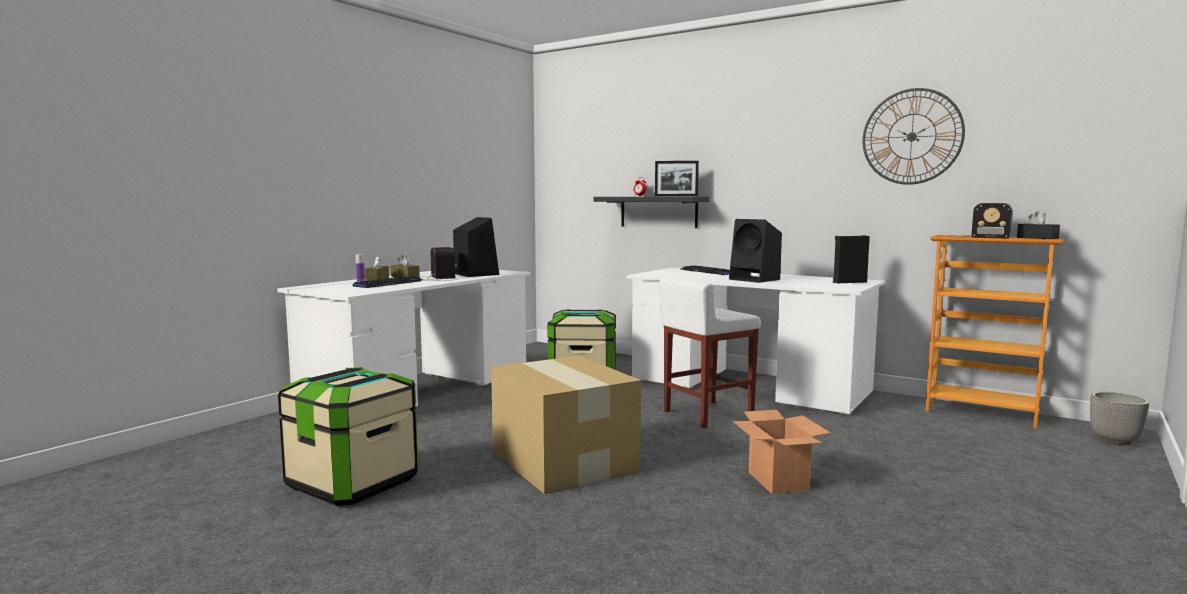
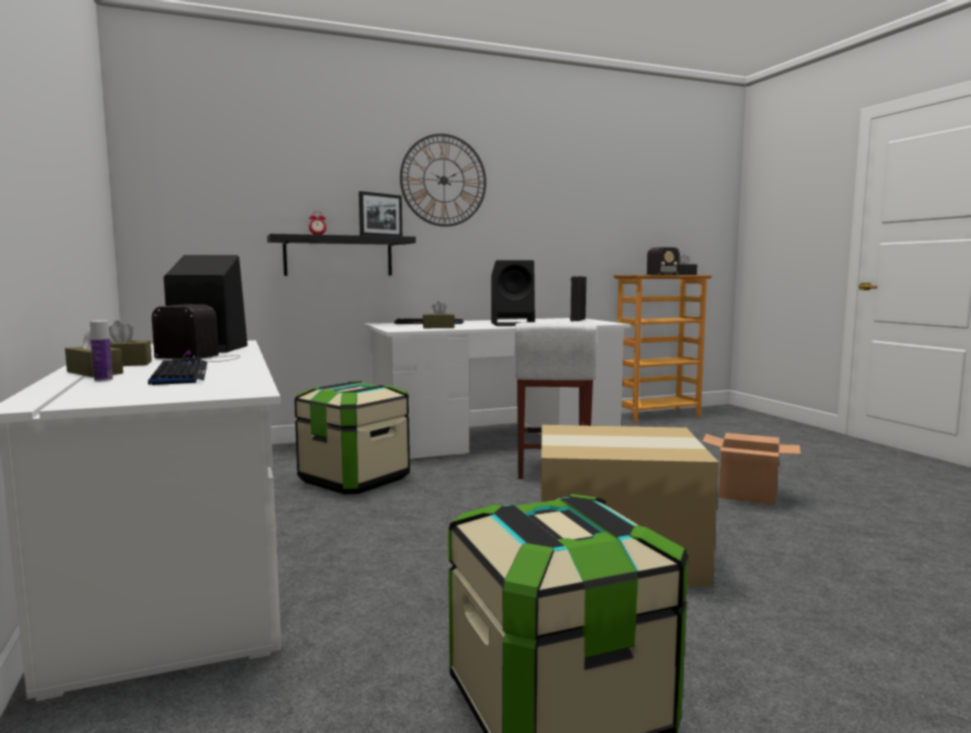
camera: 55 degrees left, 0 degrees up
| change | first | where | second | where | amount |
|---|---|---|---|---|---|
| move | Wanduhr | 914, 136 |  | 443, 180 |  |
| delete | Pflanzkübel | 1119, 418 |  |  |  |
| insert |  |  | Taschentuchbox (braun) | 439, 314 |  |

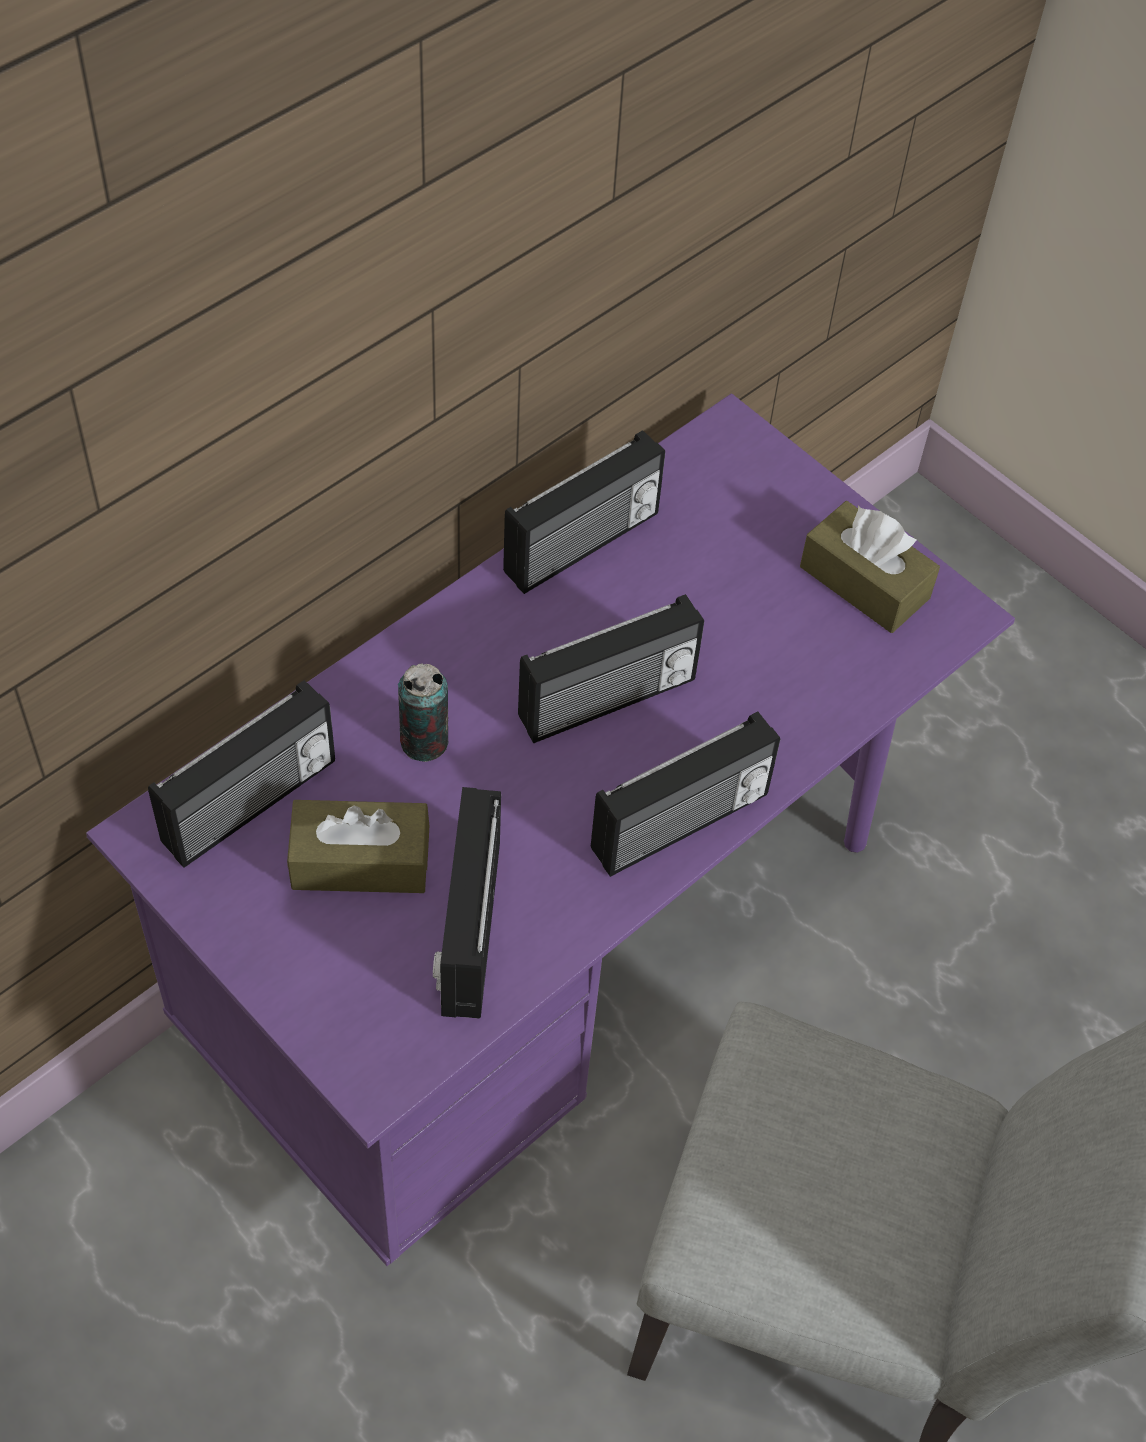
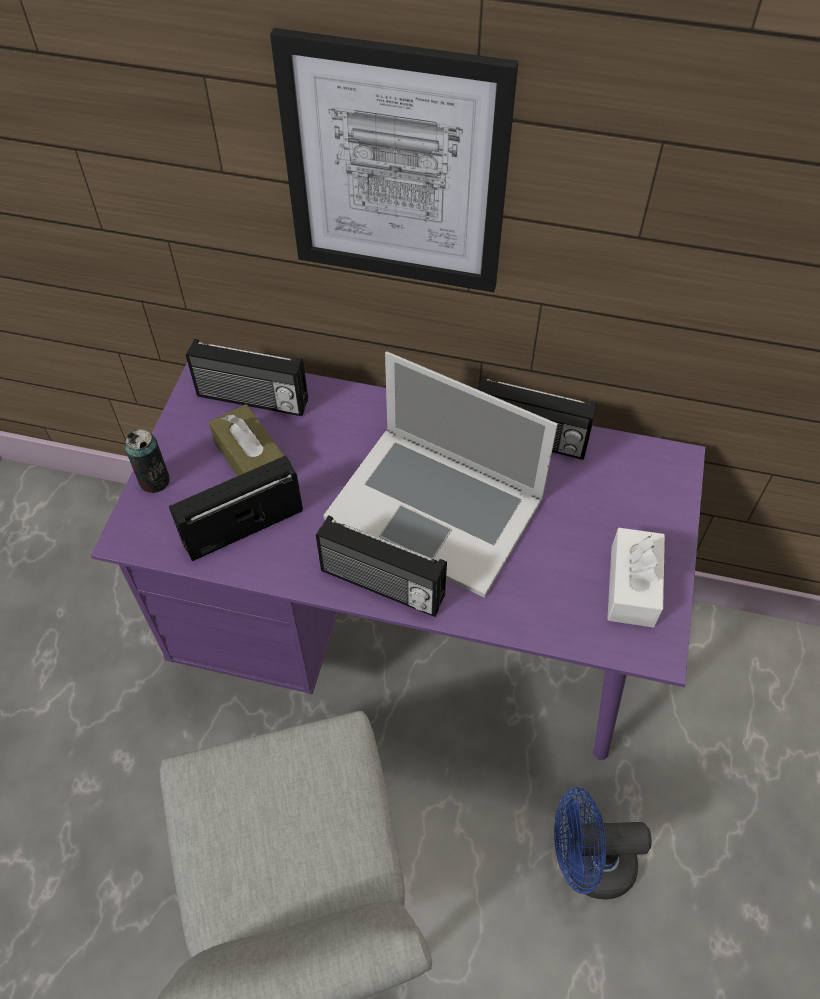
camera: 60 degrees right, 0 degrees up
| change | first | where | second | where | amount |
|---|---|---|---|---|---|
| move | Dose | 423, 712 |  | 147, 461 |  |
| replace | Radio | 611, 668 | Laptop | 440, 474 |  |
| recolor | Taschentuchbox (braun) | 870, 567 | Taschentuchbox (weiß) | 636, 578 |  |
| insert |  |  | Bild | 394, 160 |  |
| insert |  |  | Ventilator (blau) | 603, 843 |  |

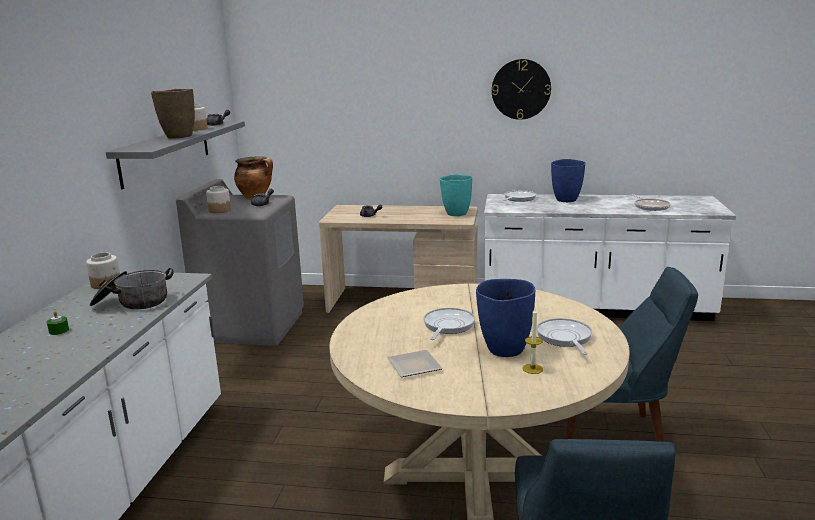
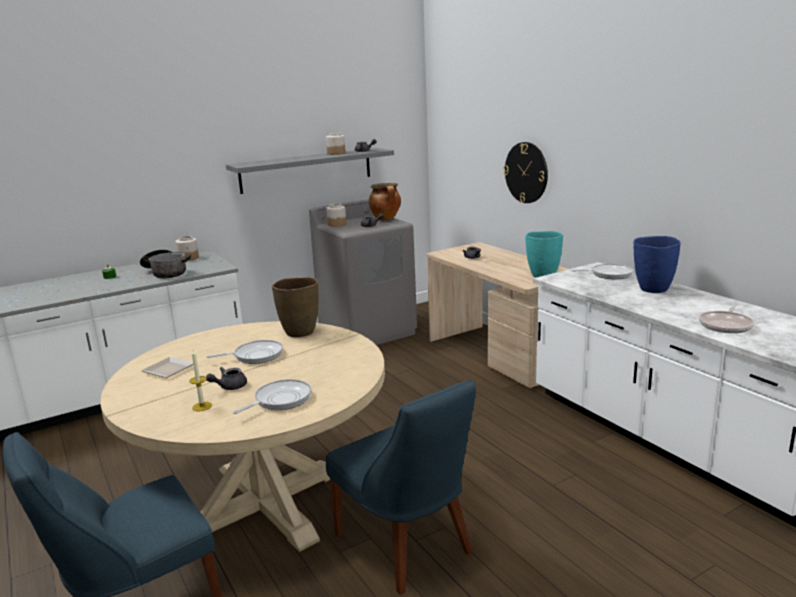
camera: 50 degrees right, 0 degrees up
| change | first | where | second | where | amount |
|---|---|---|---|---|---|
| move | Vase (braun) | 173, 114 |  | 295, 307 |  |
| replace | Vase (blau) | 505, 318 | Teekanne (grau) | 226, 378 |  |
| move | Wanduhr | 521, 89 |  | 526, 172 |  |

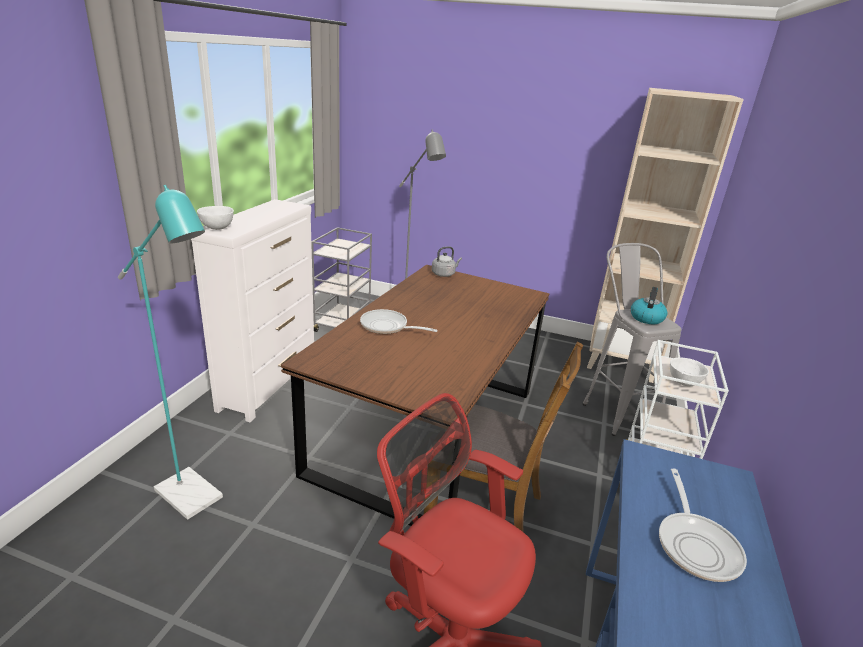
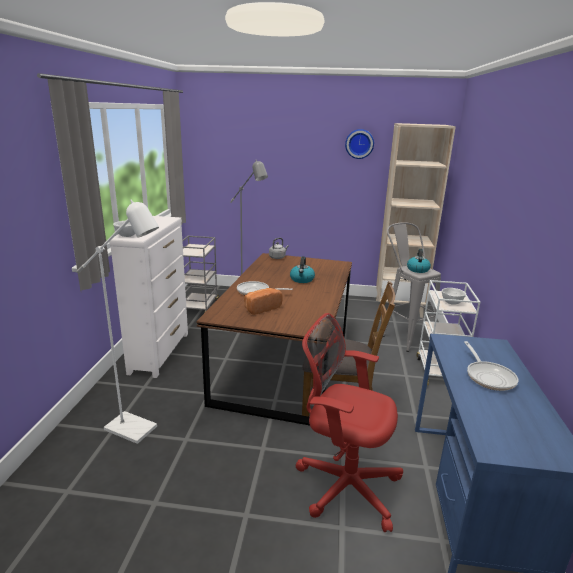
camera: 10 degrees left, 5 degrees down
| change | first | where | second | where | amount |
|---|---|---|---|---|---|
| recolor | Stehlampe (türkis) | 170, 352 | Stehlampe (weiß) | 118, 321 |  |
| insert |  |  | Brot | 263, 301 |  |
| insert |  |  | Wasserkessel | 302, 269 |  |
| insert |  |  | Wanduhr | 359, 144 |  |

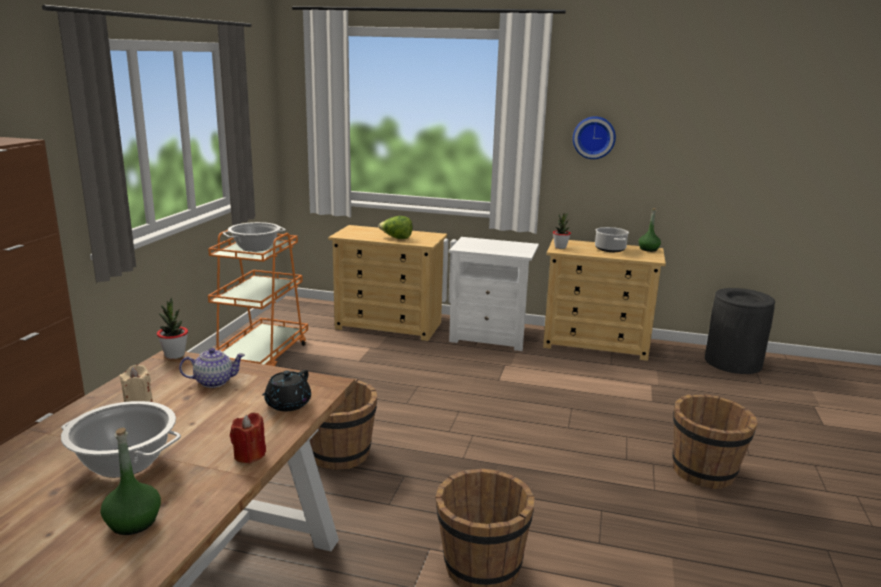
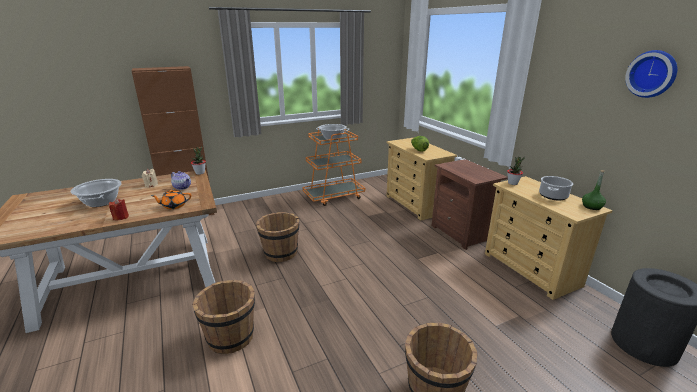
camera: 50 degrees right, 5 degrees up
| change | first | where | second | where | amount |
|---|---|---|---|---|---|
| delete | Flasche (grün) | 131, 481 |  |  |  |
| recolor | Teekanne (schwarz) | 286, 390 | Teekanne (orange) | 171, 199 |  |
| recolor | Nachttisch (weiß) | 494, 294 | Nachttisch (braun) | 469, 204 |  |
| move | Wanduhr | 594, 137 |  | 651, 74 |  |

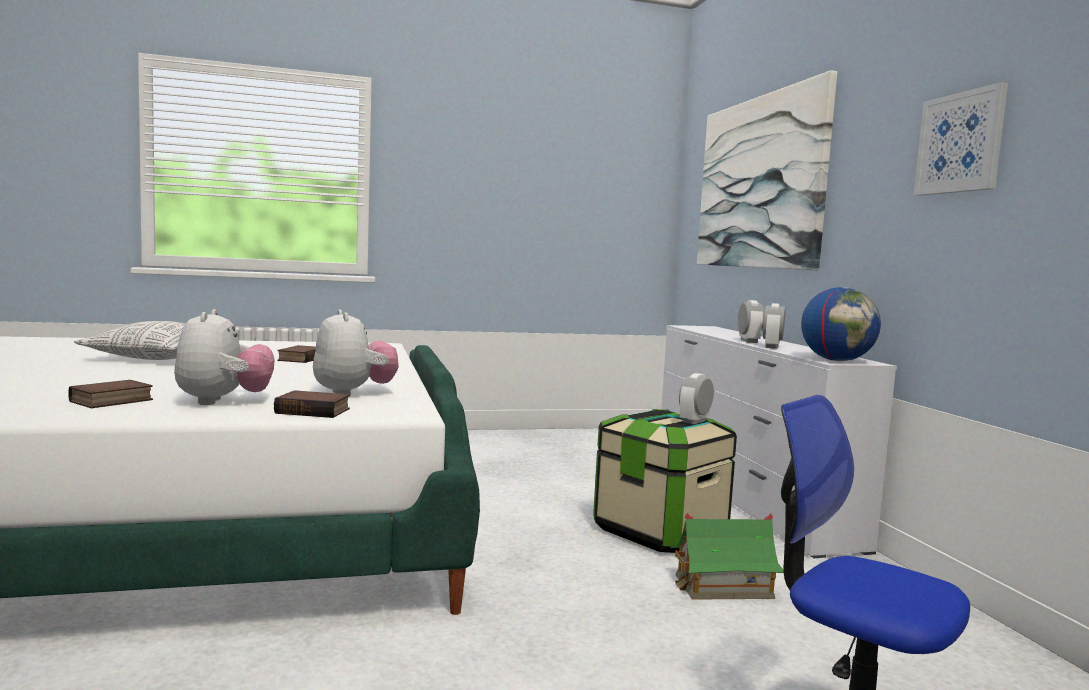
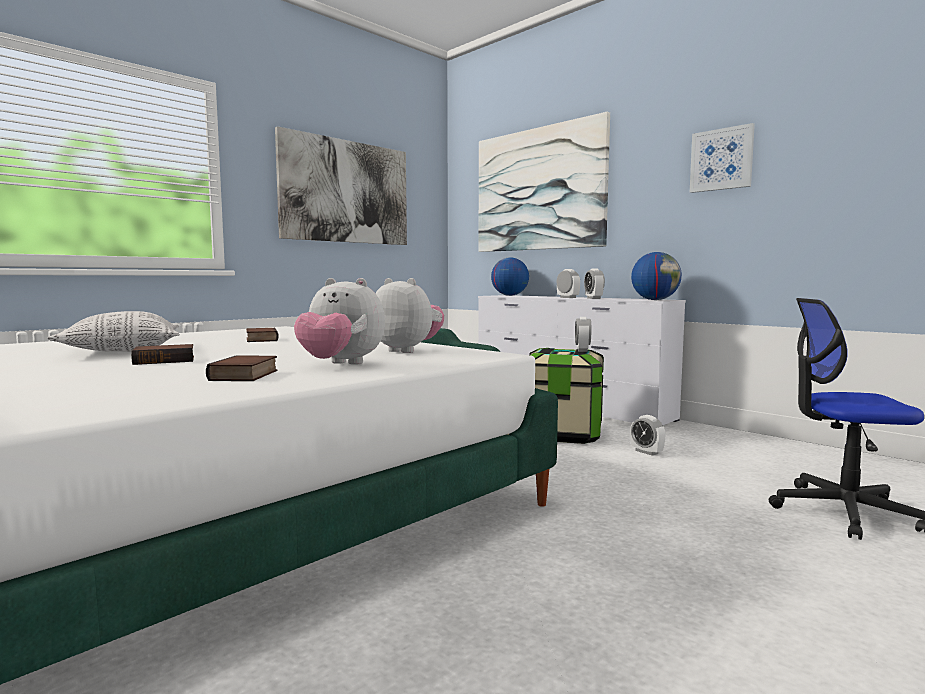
camera: 30 degrees left, 0 degrees up
| change | first | where | second | where | amount |
|---|---|---|---|---|---|
| rotate | Plüschtier | 224, 357 |  | 339, 321 | 150 degrees clockwise |
| move | Buch | 312, 404 |  | 162, 354 |  |
| replace | Spielzeughaus | 727, 556 | Wecker | 647, 435 |  |
| insert |  |  | Bild | 341, 185 |  |
| insert |  |  | Globus | 510, 276 |  |

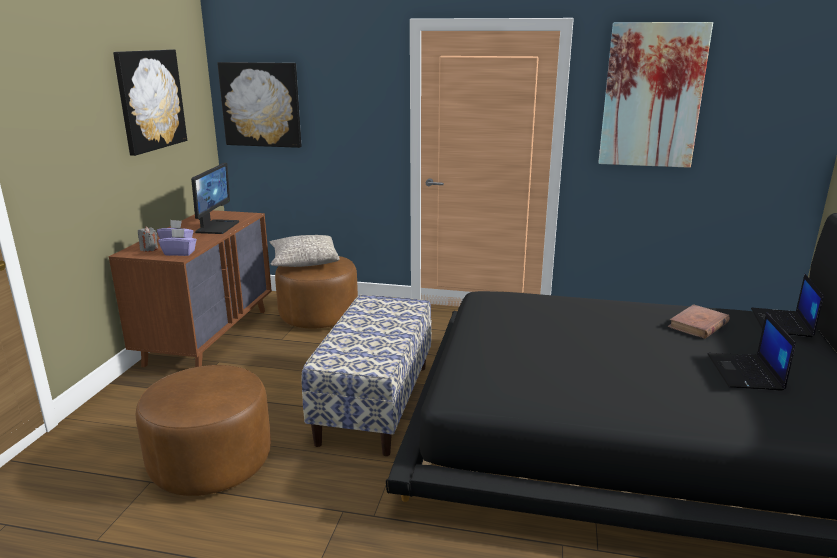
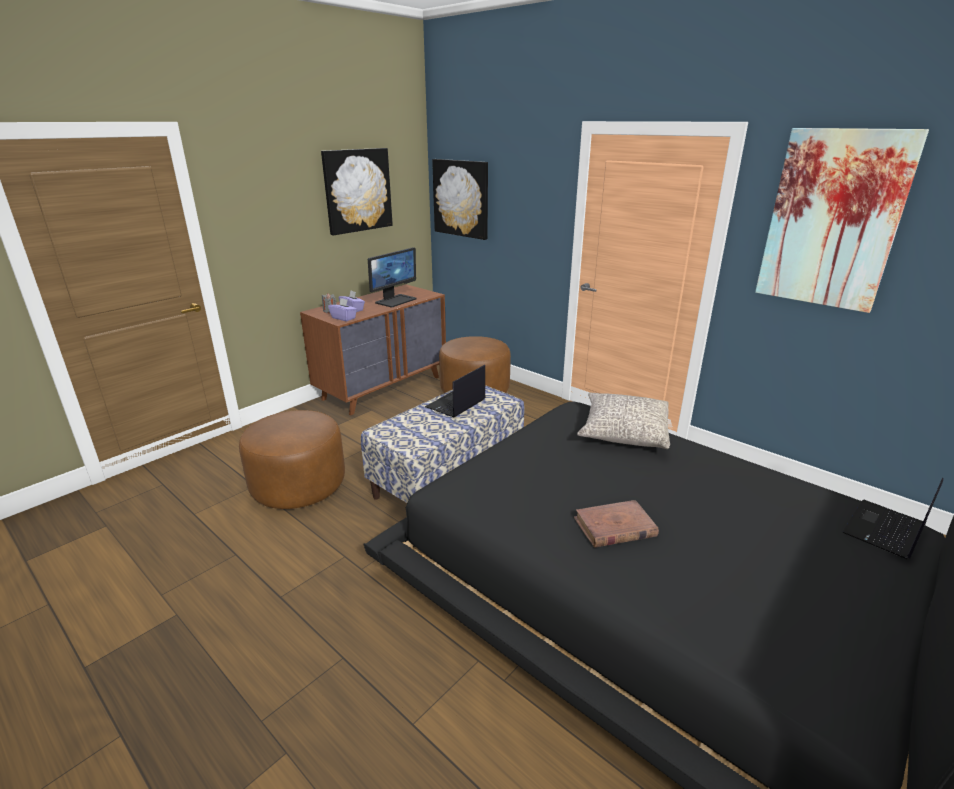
camera: 30 degrees right, 5 degrees up
| change | first | where | second | where | amount |
|---|---|---|---|---|---|
| move | Kissen (grau) | 304, 251 |  | 623, 421 |  |
| move | Buch (braun) | 699, 321 |  | 616, 524 |  |
| move | Laptop | 752, 351 |  | 455, 391 |  |

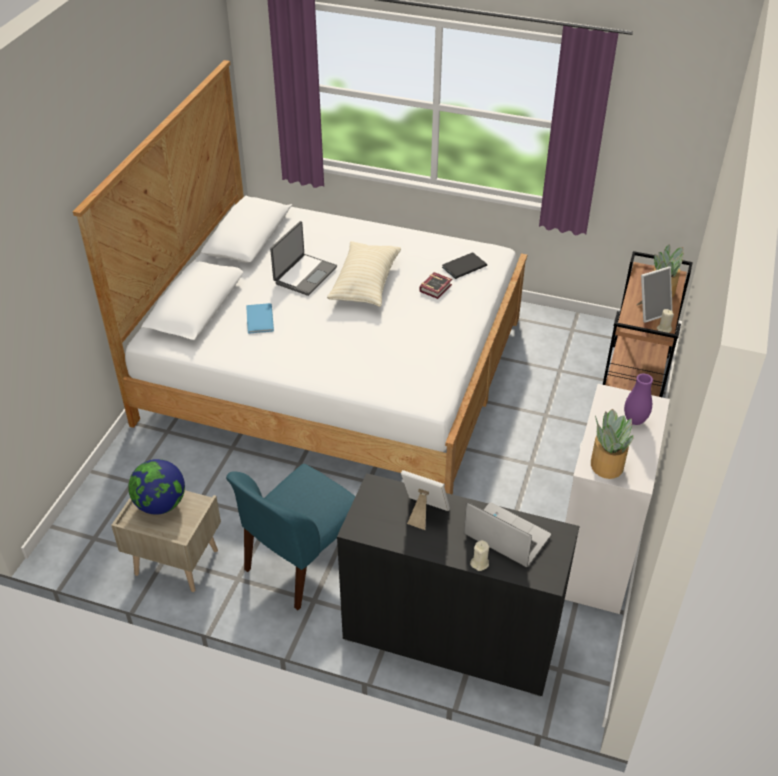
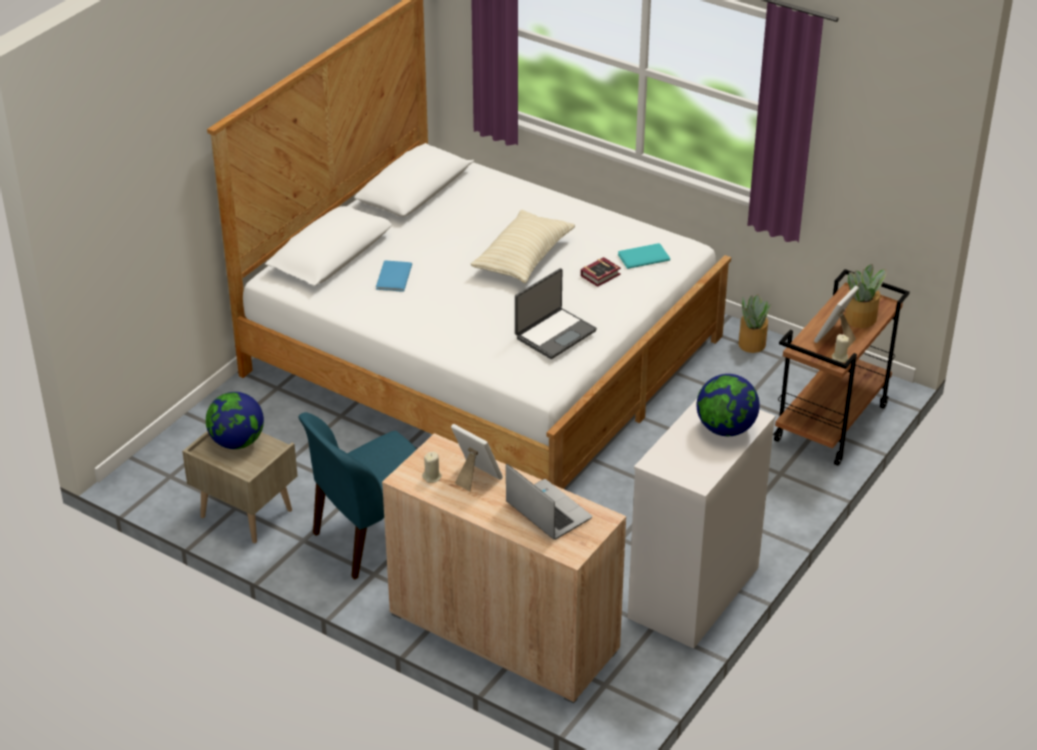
camera: 15 degrees right, 5 degrees down
| change | first | where | second | where | amount |
|---|---|---|---|---|---|
| move | Laptop | 303, 258 |  | 556, 313 |  |
| recolor | Schrank (schwarz) | 458, 585 | Schrank (beige) | 504, 568 |  |
| recolor | Buch (schwarz) | 464, 265 | Buch (türkis) | 644, 256 |  |
| move | Kerze (beige) | 479, 555 |  | 432, 467 |  |
| move | Topfpflanze | 612, 444 |  | 755, 323 |  |
| replace | Vase (lila) | 638, 399 | Globus | 728, 405 |  |
| rotate | Bilderrahmen | 655, 294 |  | 836, 316 | 135 degrees clockwise |

